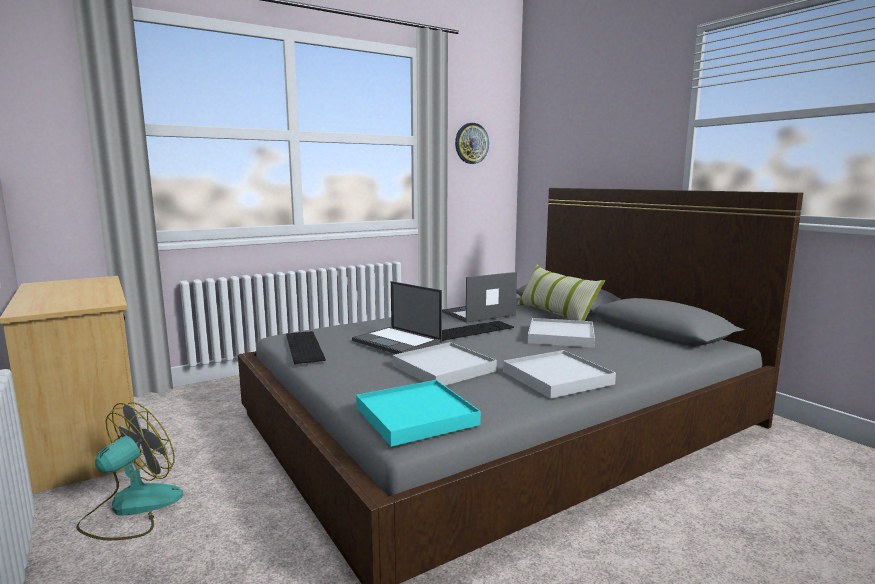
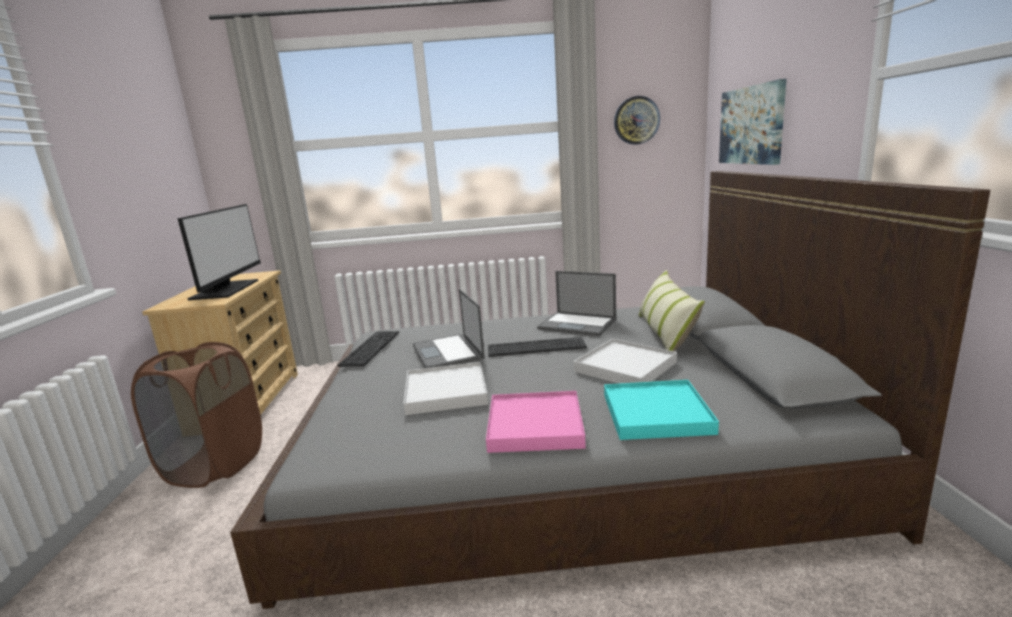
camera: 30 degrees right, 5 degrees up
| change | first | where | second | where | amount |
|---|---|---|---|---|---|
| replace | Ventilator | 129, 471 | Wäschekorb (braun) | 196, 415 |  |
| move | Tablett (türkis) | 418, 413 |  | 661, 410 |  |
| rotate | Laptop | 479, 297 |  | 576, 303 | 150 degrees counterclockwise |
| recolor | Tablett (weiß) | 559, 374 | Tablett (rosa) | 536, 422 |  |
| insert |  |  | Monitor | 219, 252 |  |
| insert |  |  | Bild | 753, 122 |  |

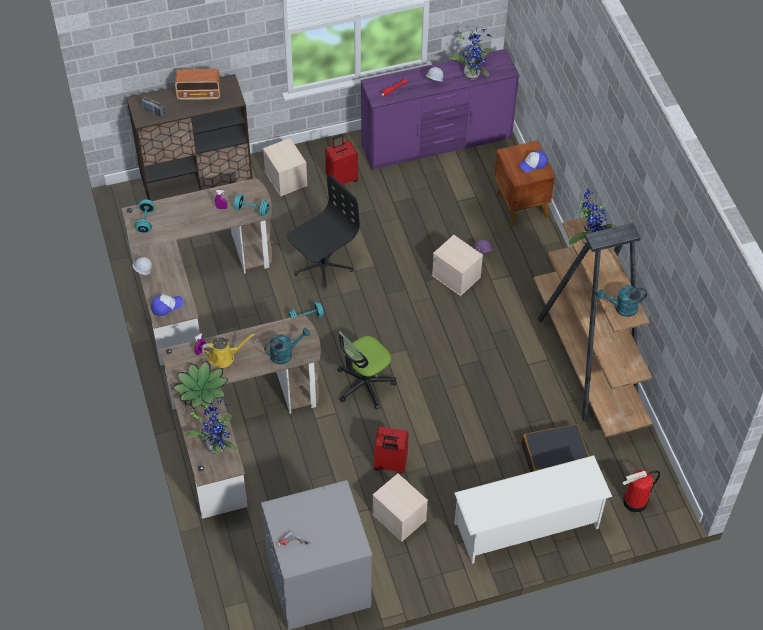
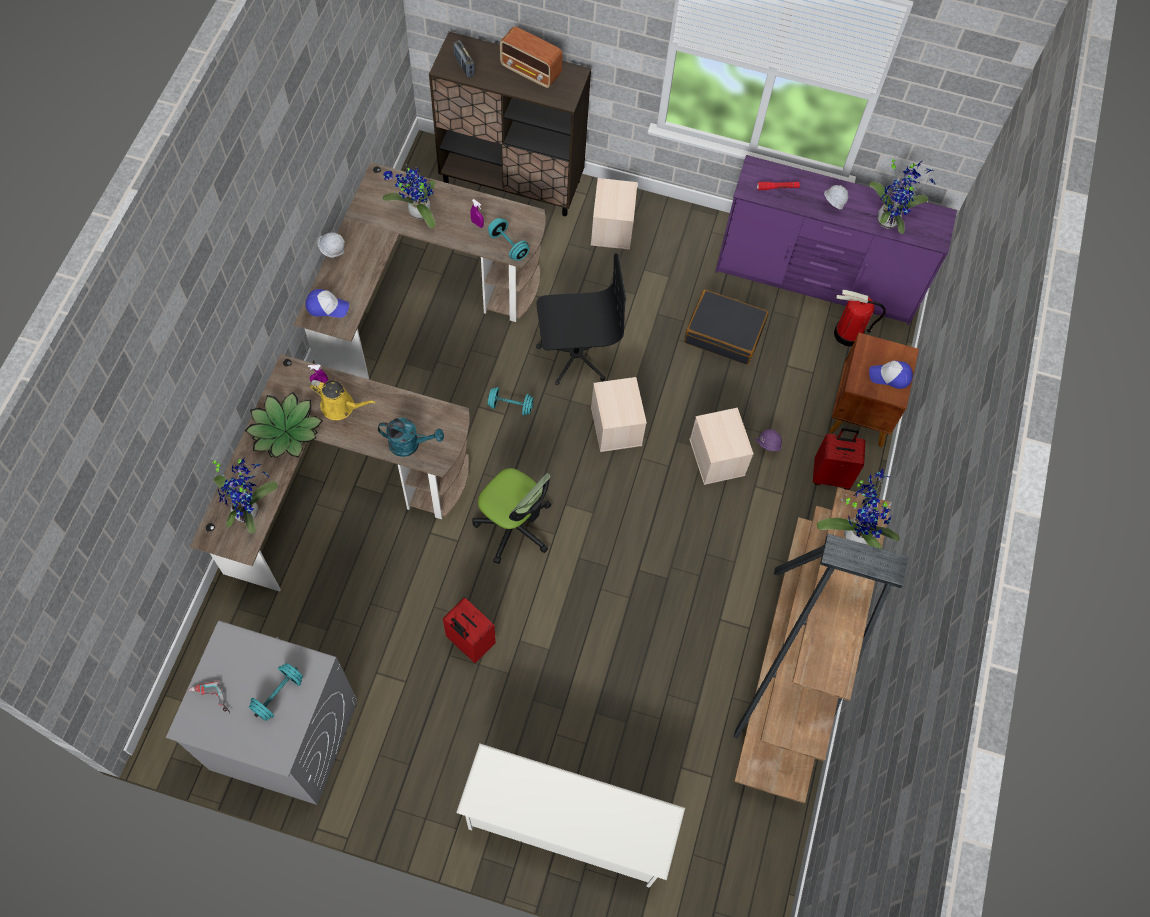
camera: 30 degrees right, 10 degrees up
| change | first | where | second | where | amount |
|---|---|---|---|---|---|
| move | Hantel (türkis) | 145, 217 |  | 276, 692 |  |
| move | Koffer (rot) | 341, 159 |  | 839, 459 |  |
| rotate | Bürostuhl | 367, 370 |  | 511, 516 | 135 degrees counterclockwise |
| move | Aufbewahrungsbox (beige) | 400, 507 |  | 619, 414 |  |
| move | Koffer (schwarz) | 555, 448 |  | 726, 327 |  |
| delete | Gießkanne (türkis) | 622, 301 |  |  |  |
| move | Feuerlöscher | 641, 491 |  | 860, 318 |  |
| insert |  |  | Topfpflanze | 409, 196 |  |

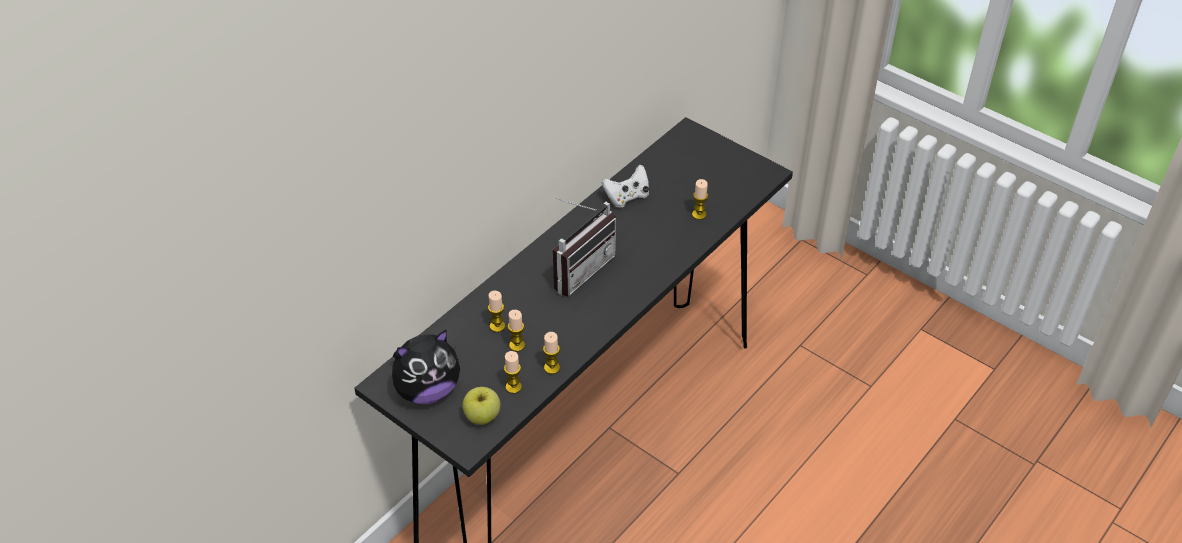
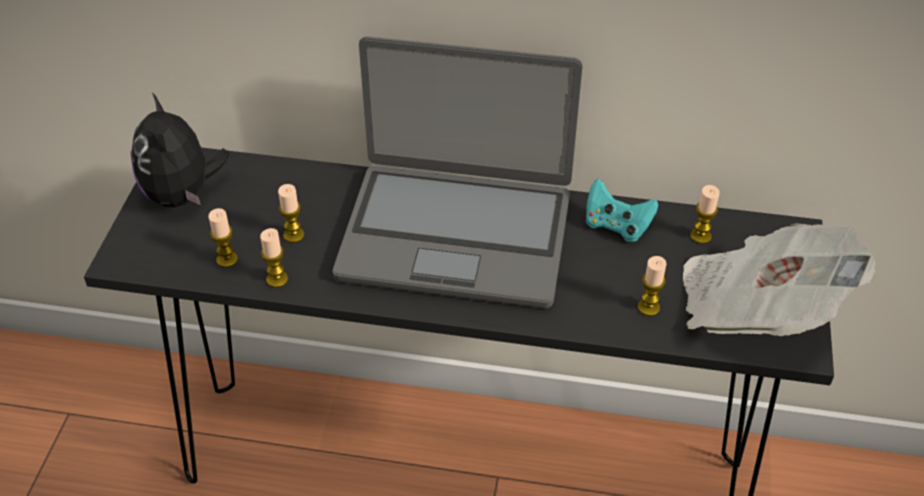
camera: 60 degrees right, 0 degrees up
| change | first | where | second | where | amount |
|---|---|---|---|---|---|
| rotate | Plüschtier | 426, 366 |  | 180, 149 | 45 degrees clockwise |
| delete | Apfel | 481, 406 |  |  |  |
| move | Kerze | 496, 311 |  | 705, 214 |  |
| replace | Radio | 584, 247 | Laptop | 457, 173 |  |
| recolor | Gamepad (weiß) | 625, 186 | Gamepad (türkis) | 622, 210 |  |
| insert |  |  | Zeitung | 779, 279 |  |

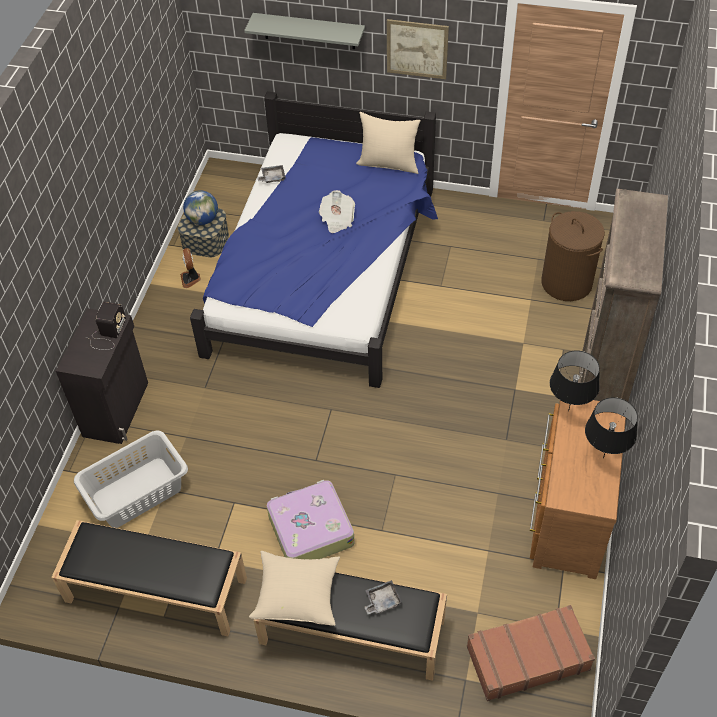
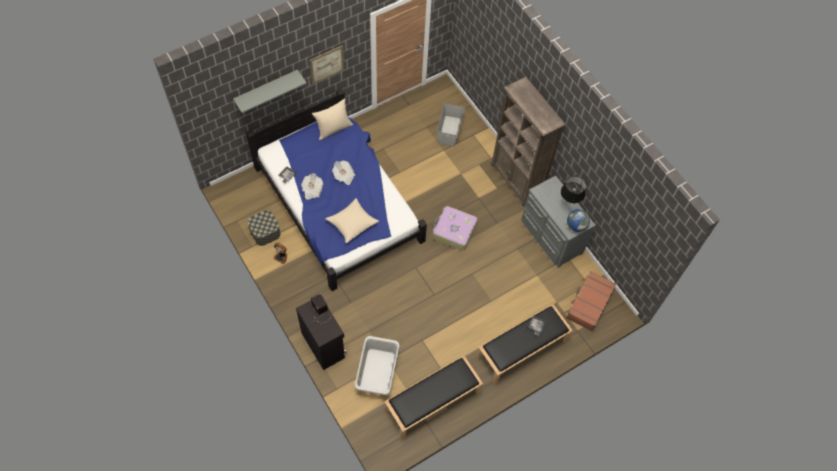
camera: 50 degrees left, 10 degrees up
| change | first | where | second | where | amount |
|---|---|---|---|---|---|
| move | Globus | 200, 207 |  | 578, 220 |  |
| move | Kissen (beige) | 294, 588 |  | 352, 220 |  |
| move | Koffer | 311, 519 |  | 455, 228 |  |
| recolor | Kommode (braun) | 578, 489 | Kommode (grau) | 558, 222 |  |
| replace | Wäschekorb (braun) | 573, 256 | Aufbewahrungsbox (grau) | 451, 124 |  |
| delete | Tischlampe (schwarz) | 575, 380 |  |  |  |
| insert |  |  | Zeitung | 312, 186 |  |

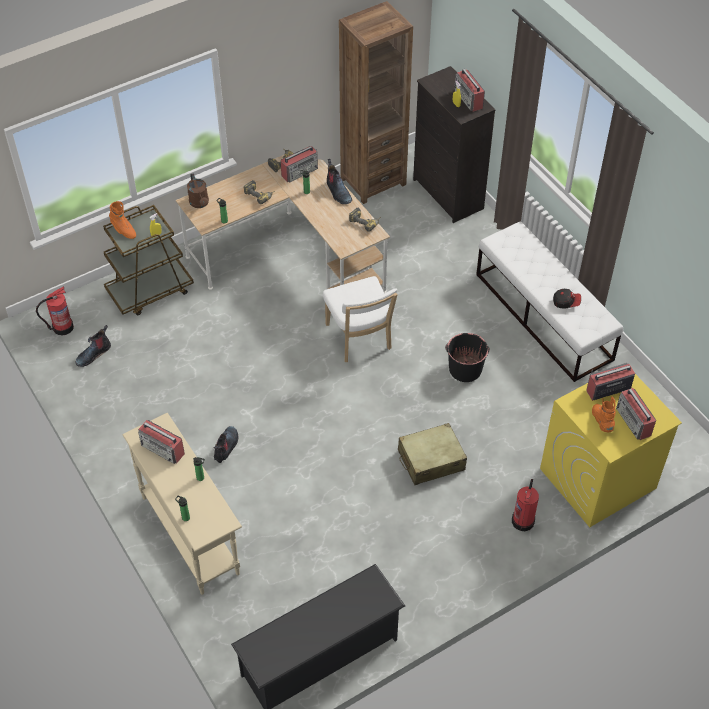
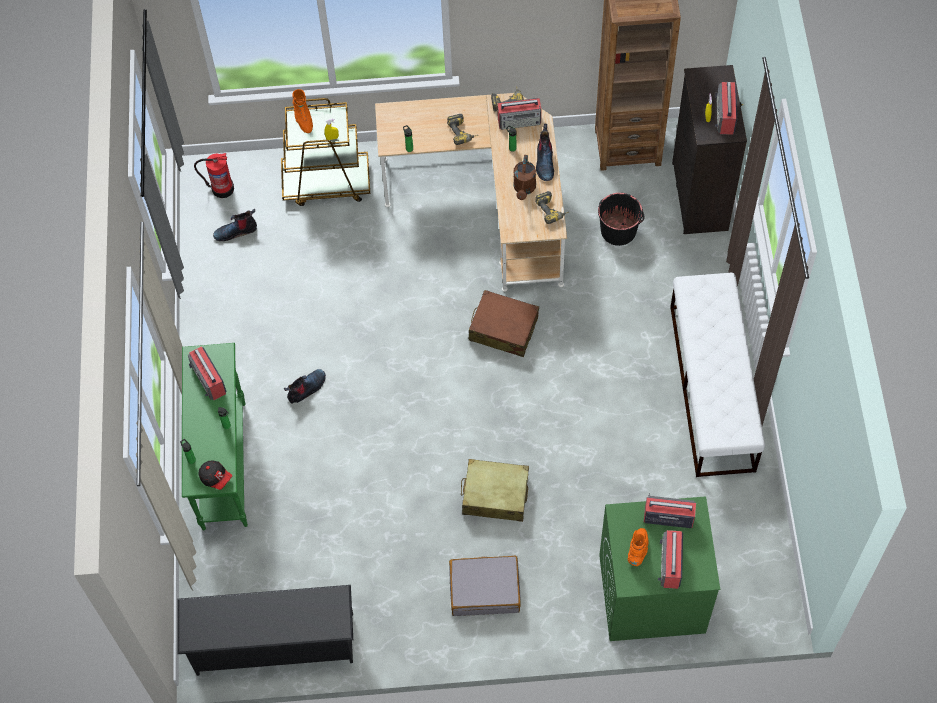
camera: 30 degrees right, 10 degrees up
| change | first | where | second | where | amount |
|---|---|---|---|---|---|
| recolor | Konsolentisch (beige) | 182, 504 | Konsolentisch (grün) | 215, 436 |  |
| move | Gießkanne (braun) | 198, 191 |  | 524, 177 |  |
| replace | Stuhl (weiß) | 360, 319 | Koffer (braun) | 504, 323 |  |
| move | Eimer (schwarz) | 467, 357 |  | 621, 219 |  |
| delete | Feuerlöscher | 525, 505 |  |  |  |
| recolor | Waschmaschine (gelb) | 611, 450 | Waschmaschine (grün) | 659, 568 |  |
| move | Kappe | 567, 299 |  | 215, 475 |  |
| insert |  |  | Koffer (grau) | 485, 586 |  |

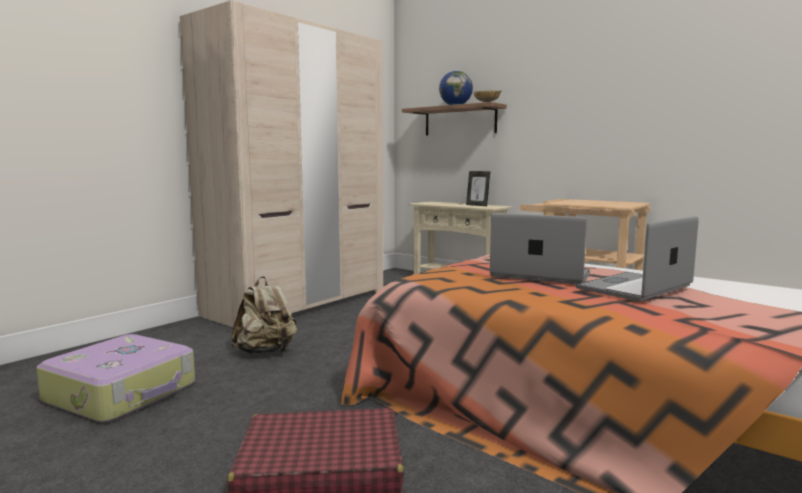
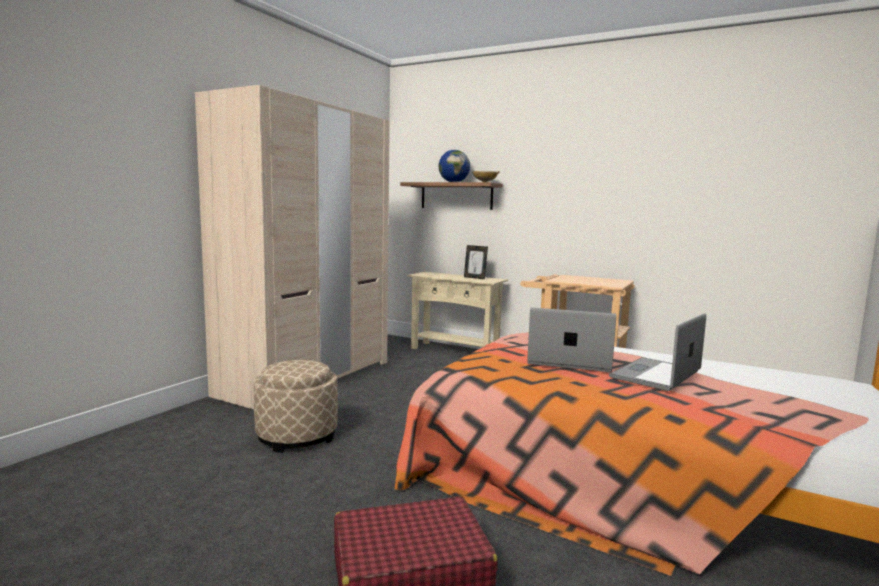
camera: 10 degrees left, 0 degrees up
| change | first | where | second | where | amount |
|---|---|---|---|---|---|
| delete | Koffer | 115, 378 |  |  |  |
| replace | Rucksack (beige) | 264, 315 | Polsterhocker (beige) | 296, 406 |  |

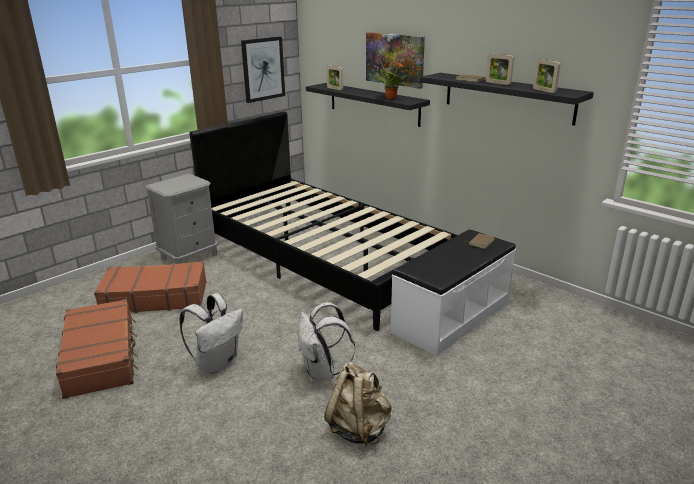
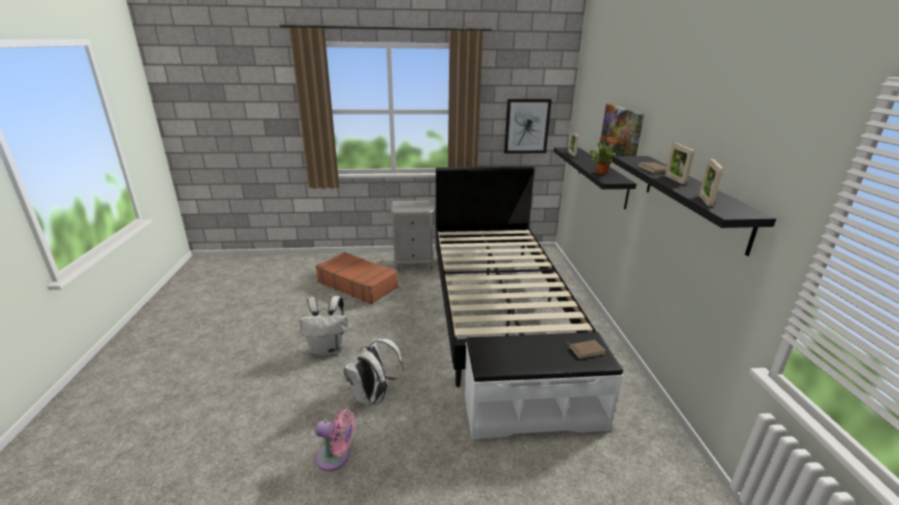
camera: 40 degrees right, 0 degrees up
| change | first | where | second | where | amount |
|---|---|---|---|---|---|
| delete | Koffer (braun) | 97, 349 |  |  |  |
| replace | Rucksack (beige) | 357, 404 | Ventilator (rosa) | 335, 440 |  |

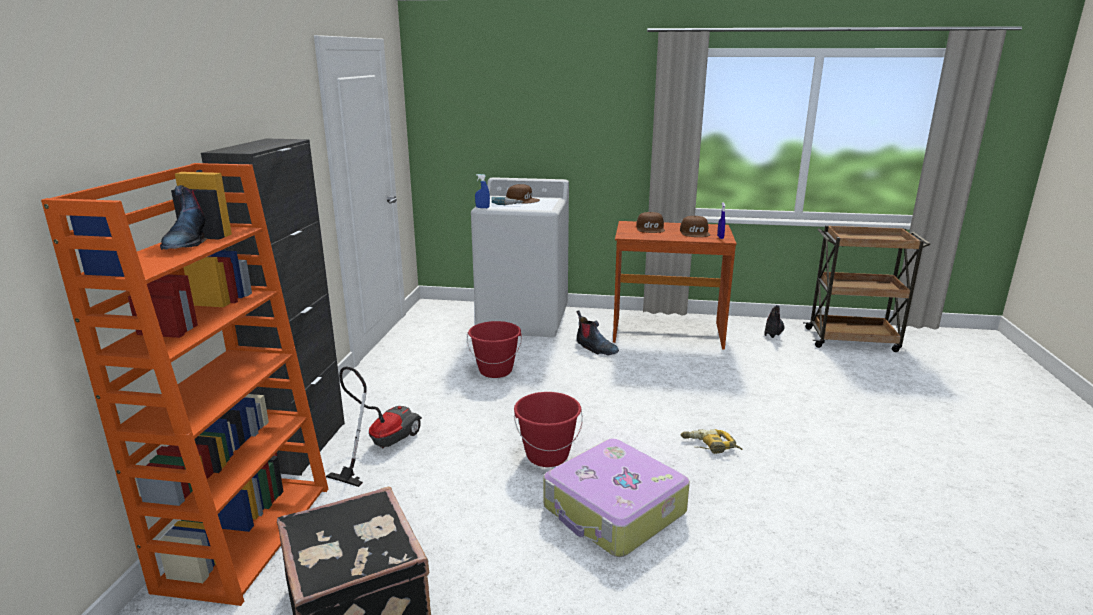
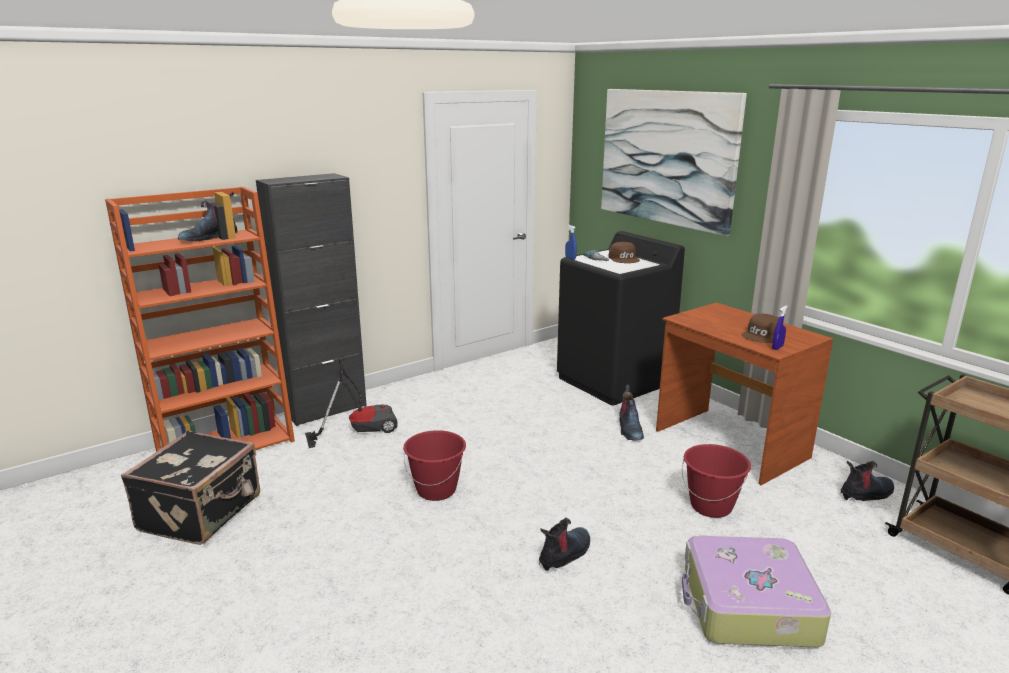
camera: 45 degrees right, 0 degrees up
| change | first | where | second | where | amount |
|---|---|---|---|---|---|
| move | Eimer (rot) | 494, 349 |  | 716, 481 |  |
| recolor | Waschmaschine (weiß) | 520, 257 | Waschmaschine (schwarz) | 621, 318 |  |
| move | Koffer | 617, 498 |  | 756, 591 |  |
| delete | Kappe (braun) | 650, 222 |  |  |  |
| replace | Bohrmaschine | 711, 441 | Stiefel | 564, 544 |  |
| insert |  |  | Bild | 674, 162 |  |

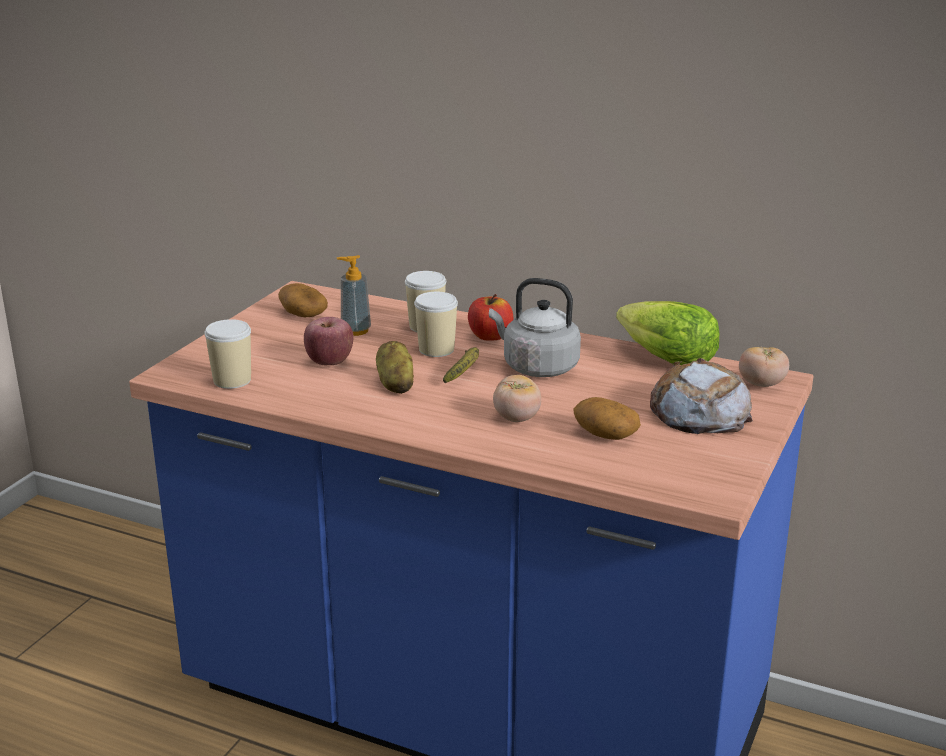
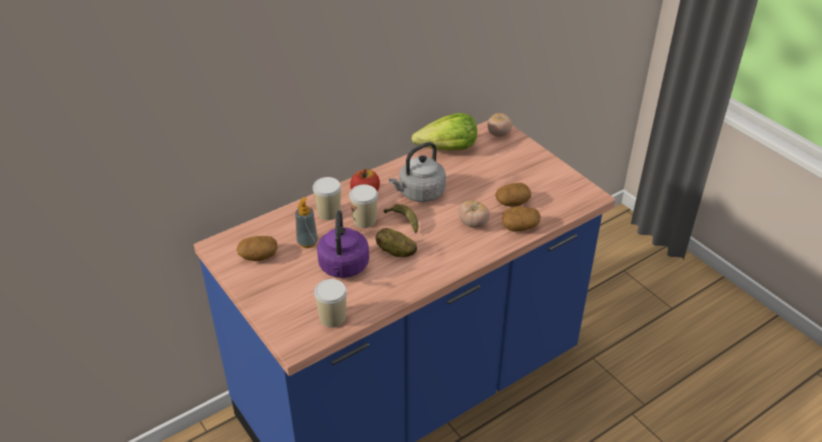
camera: 60 degrees left, 15 degrees up
| change | first | where | second | where | amount |
|---|---|---|---|---|---|
| replace | Apfel | 329, 341 | Wasserkessel (lila) | 343, 244 |  |
| delete | Brot | 701, 396 |  |  |  |
| insert |  |  | Kartoffel | 521, 218 |  |

